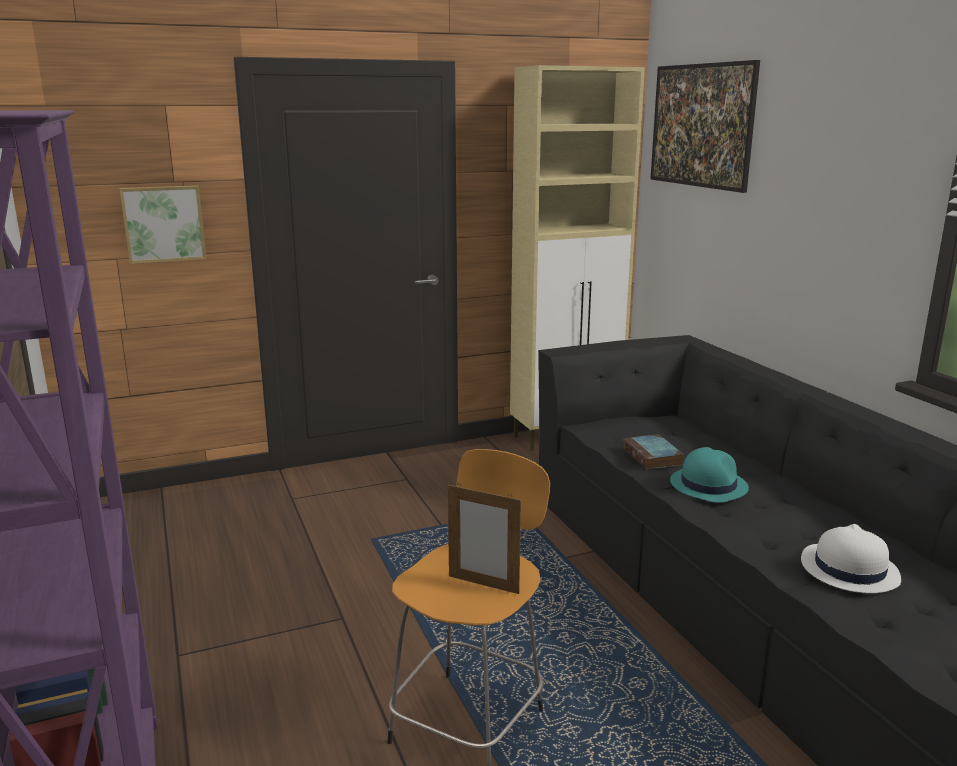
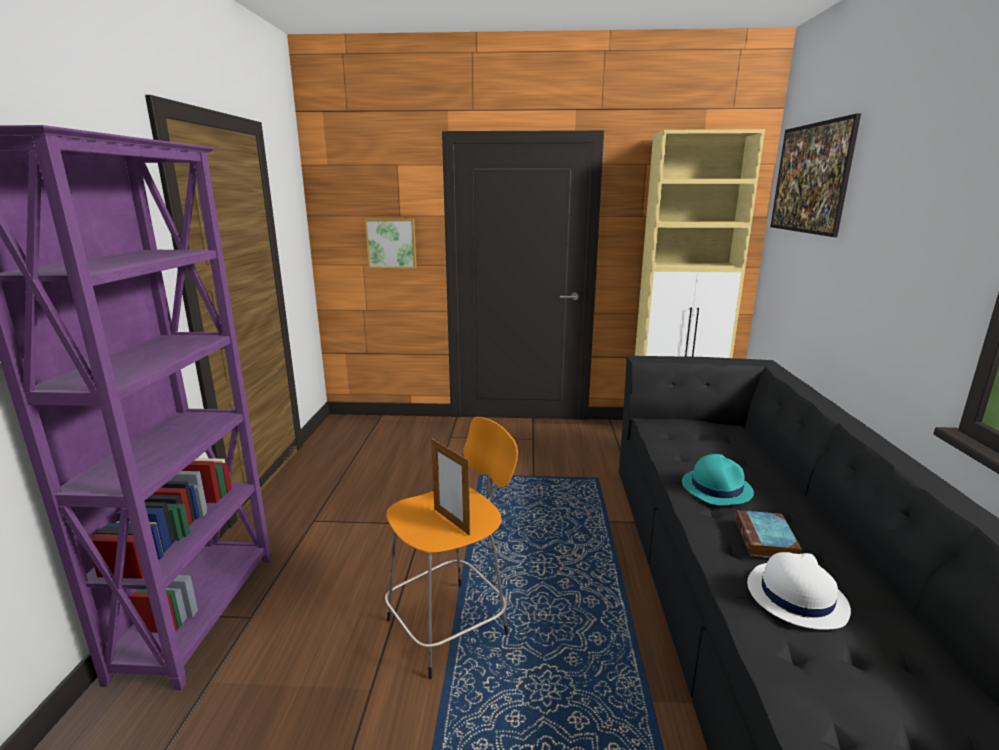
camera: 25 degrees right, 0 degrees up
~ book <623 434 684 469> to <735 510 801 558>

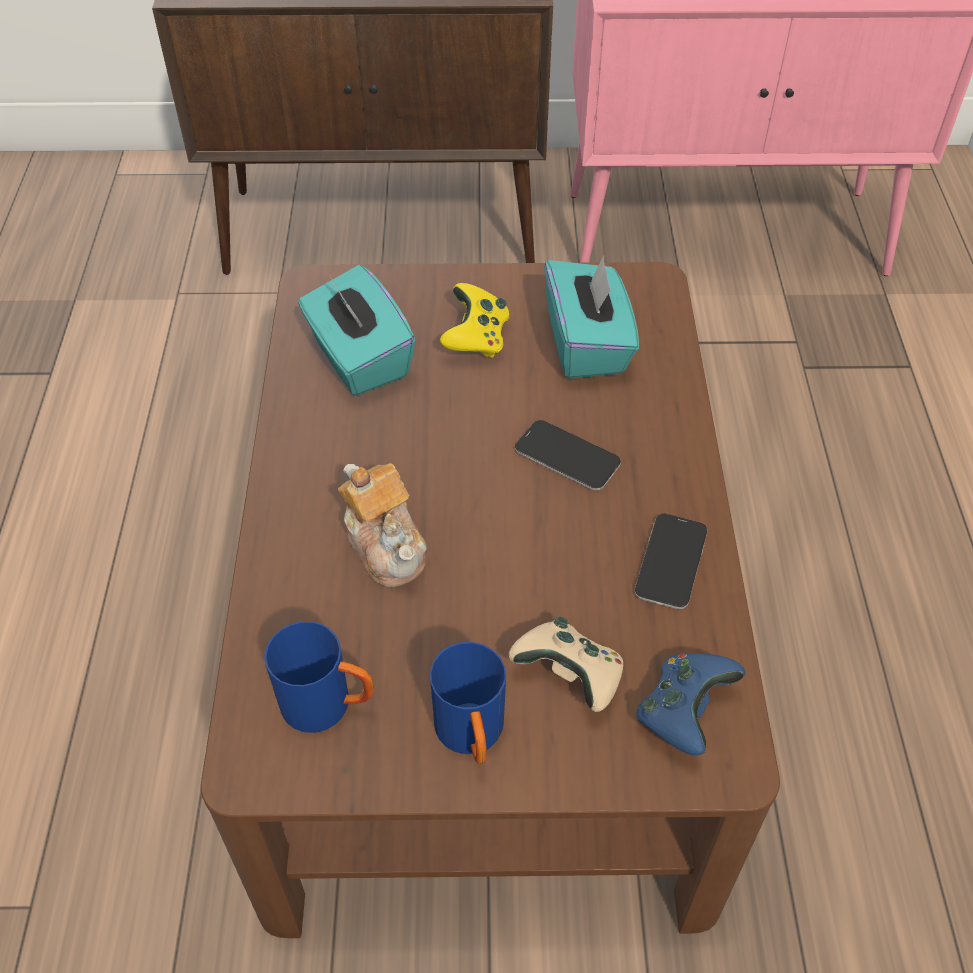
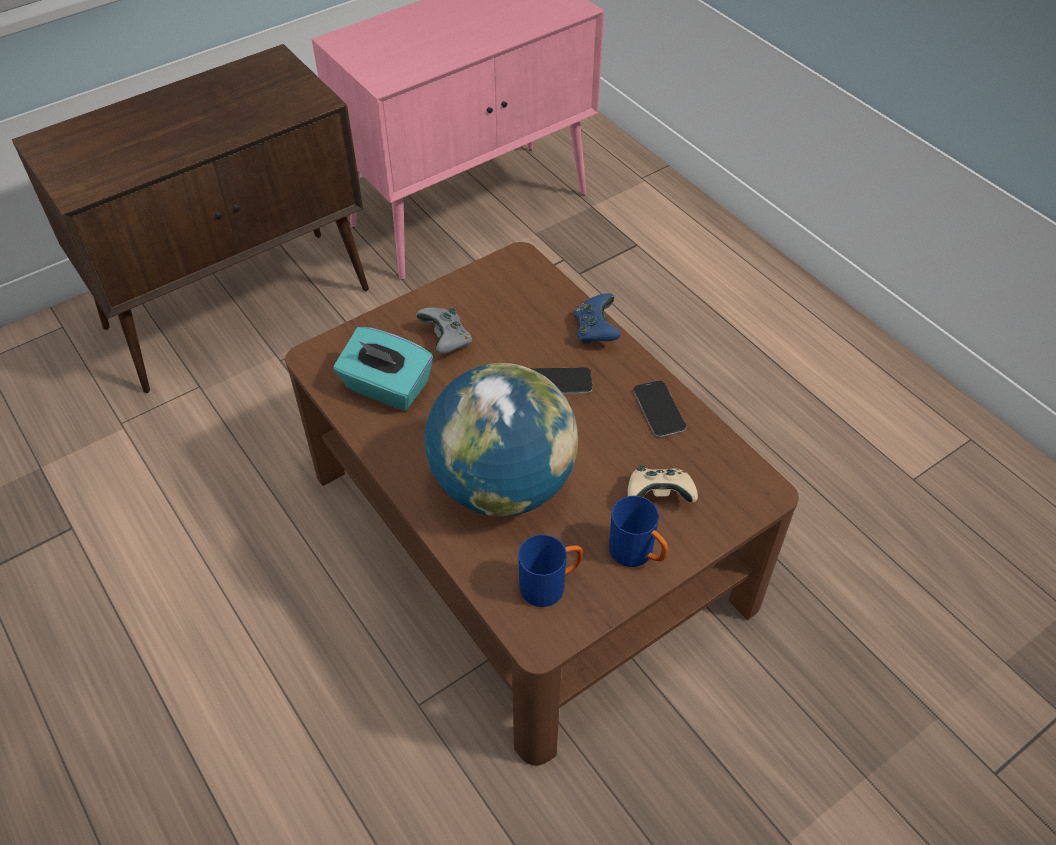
camera: 35 degrees left, 0 degrees up
- tissue box in turquoise <544 256 639 379>
~ joypad in yellowish <440 283 509 358> to joypad in greyish <416 308 472 354>
~ teapot <338 463 427 587> to desk globe <425 363 578 517>
~ joypad in blue <637 653 746 755> to <574 293 621 344>

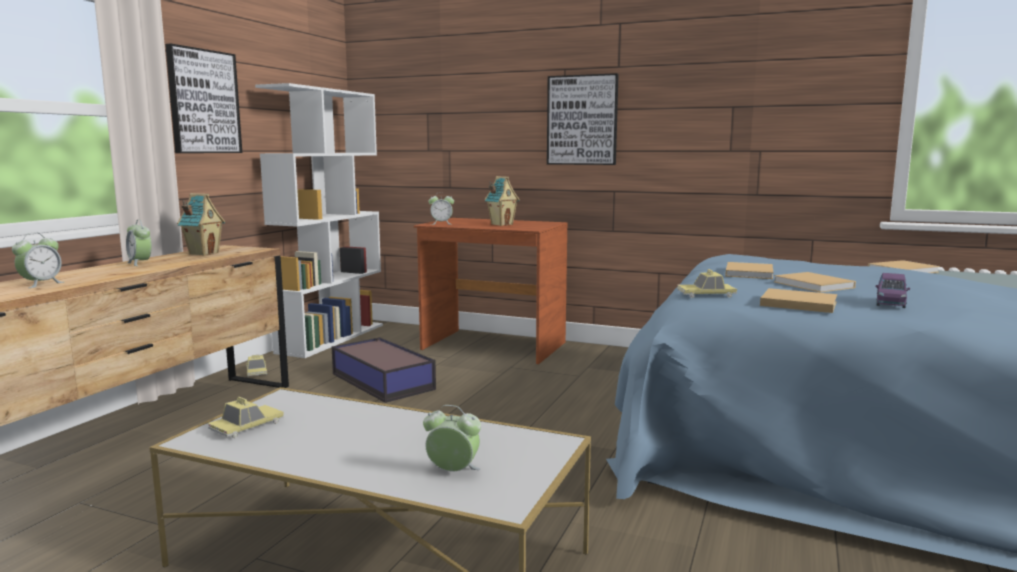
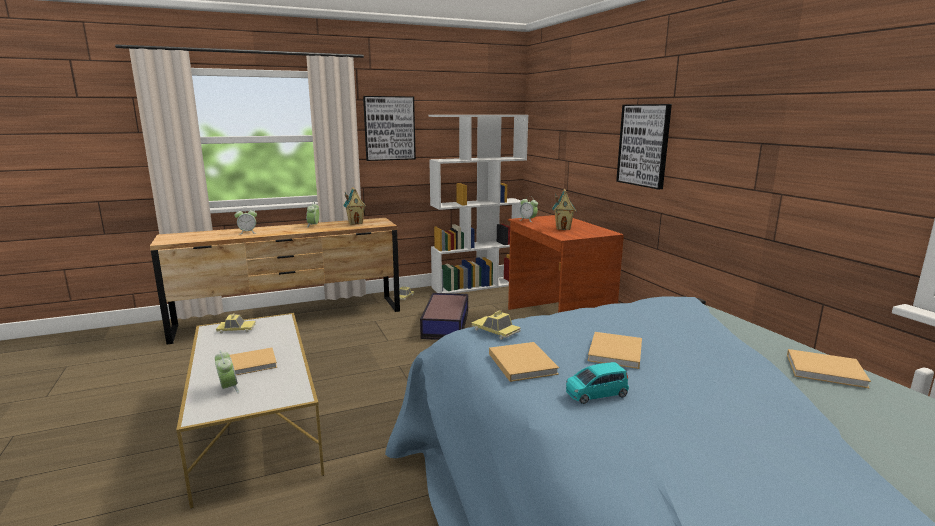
camera: 45 degrees right, 5 degrees up
~ book in beige-coloured <725 262 774 279> to <230 348 277 375>
~ toy car in purple-coloured <876 273 910 308> to toy car in turquoise <566 362 629 404>

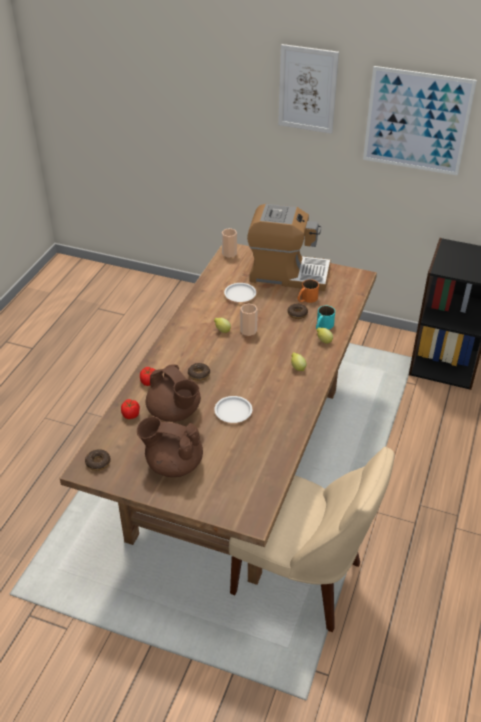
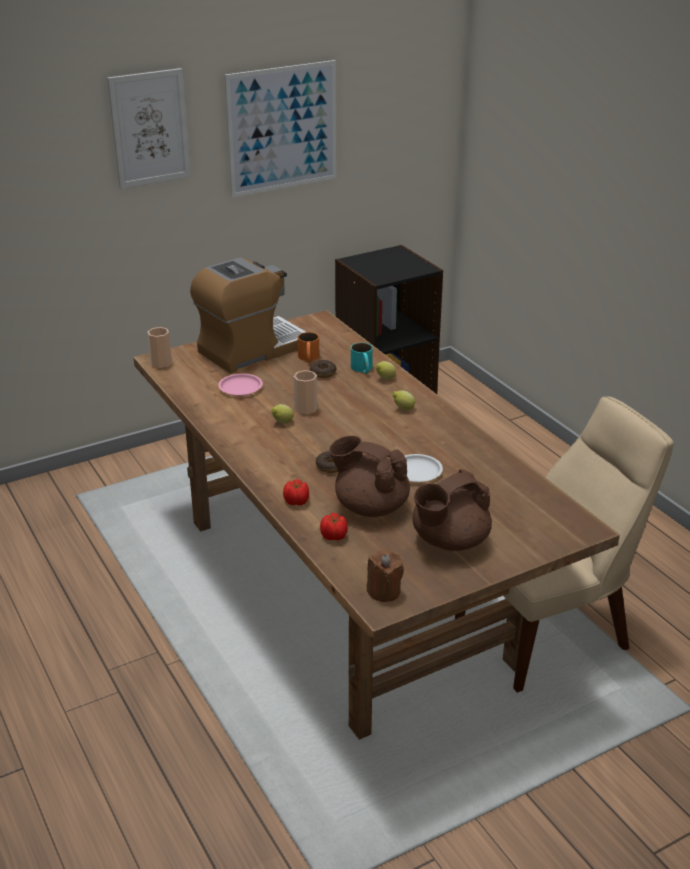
camera: 50 degrees left, 10 degrees down
~ dinner plate in white <224 283 256 302> to dinner plate in pink <218 374 263 396>
~ teapot in brown <146 364 201 422> = <329 436 410 517> 150 degrees counterclockwise
~ donut <85 449 111 471> to wax light in brown <367 550 404 602>

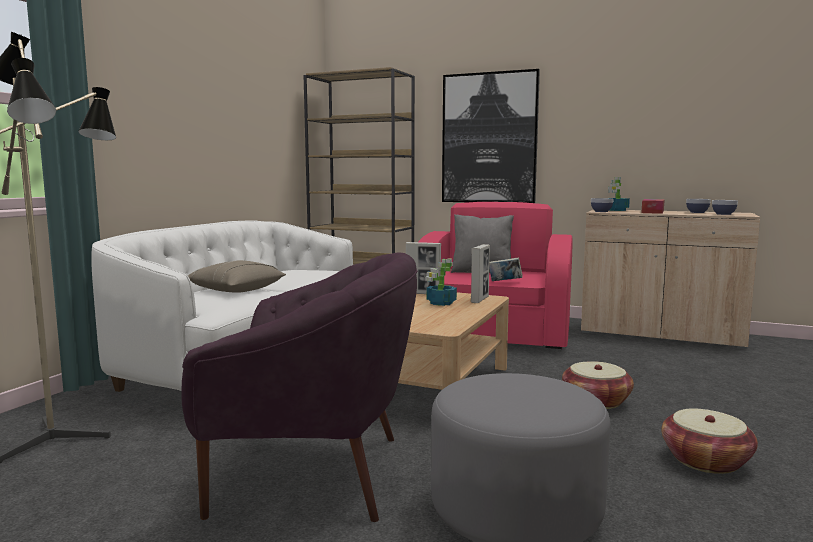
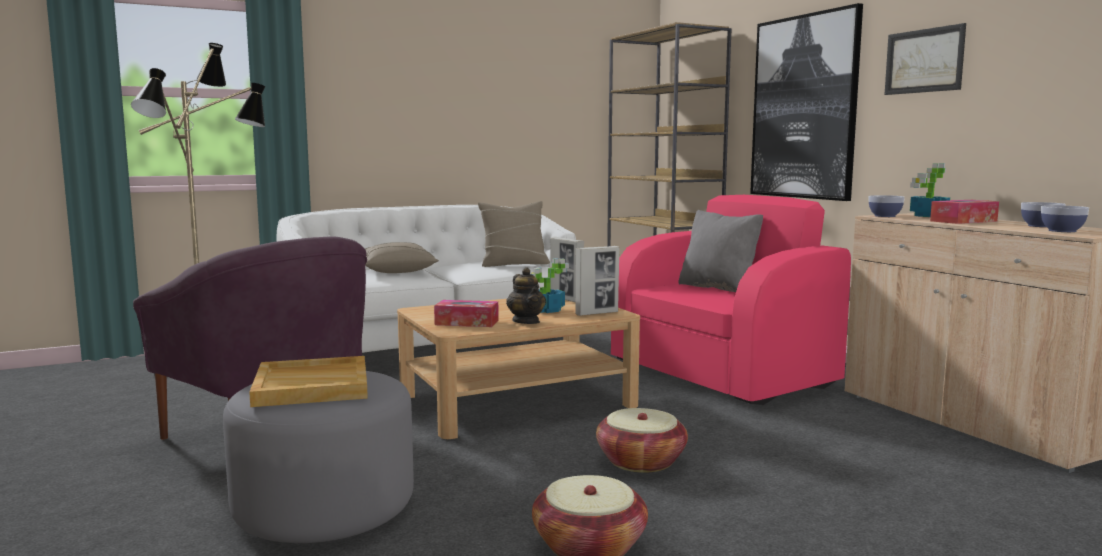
camera: 40 degrees right, 0 degrees up
- book <489 257 523 281>
+ wall art <884 23 966 95>
+ pillow in beige-coloured <478 201 550 267>
+ teapot <506 267 546 324>
+ tissue box <434 300 499 327>
+ tray in beige-coloured <249 356 368 407>

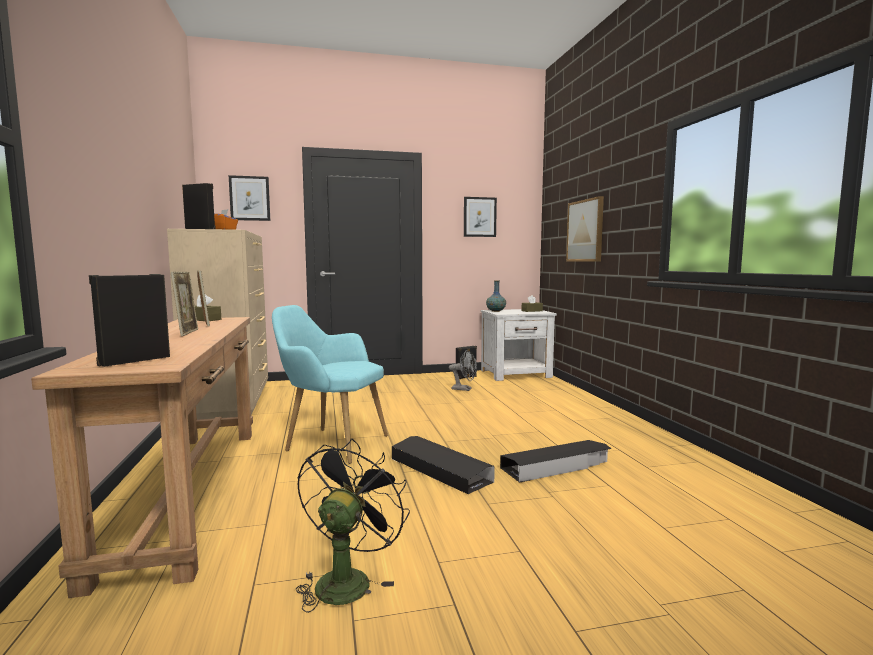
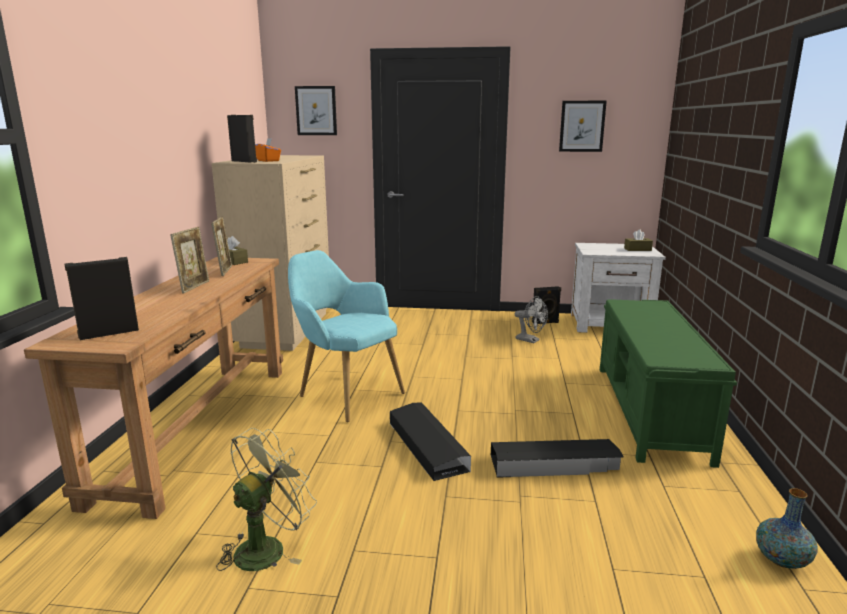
camera: 20 degrees right, 10 degrees up
- wall art <566 196 604 262>
~ vase <486 280 506 312> to <756 488 818 569>
~ cooling fan in blackish <296 439 410 613> to cooling fan in greenish <216 428 317 571>
+ indoor bench in greenish <600 299 737 468>

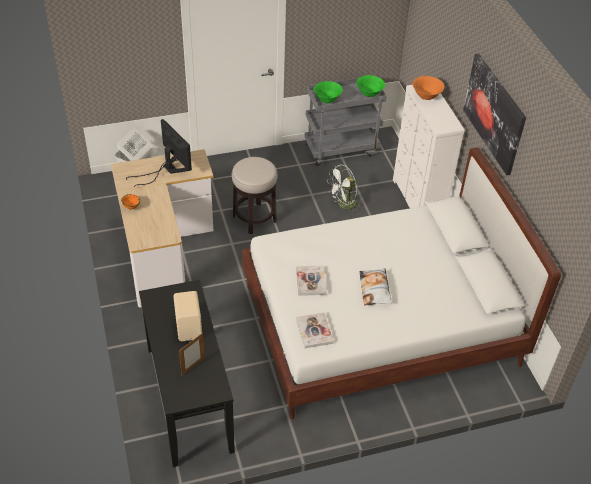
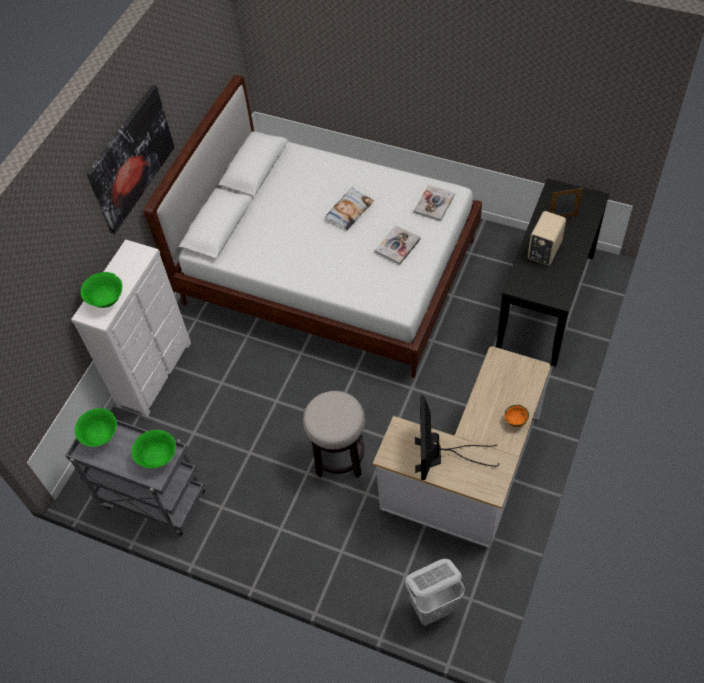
camera: 135 degrees left, 10 degrees up
~ deep dish in orange <413 76 444 100> to deep dish in greenish <81 272 122 308>
- cooling fan in white <327 164 362 213>

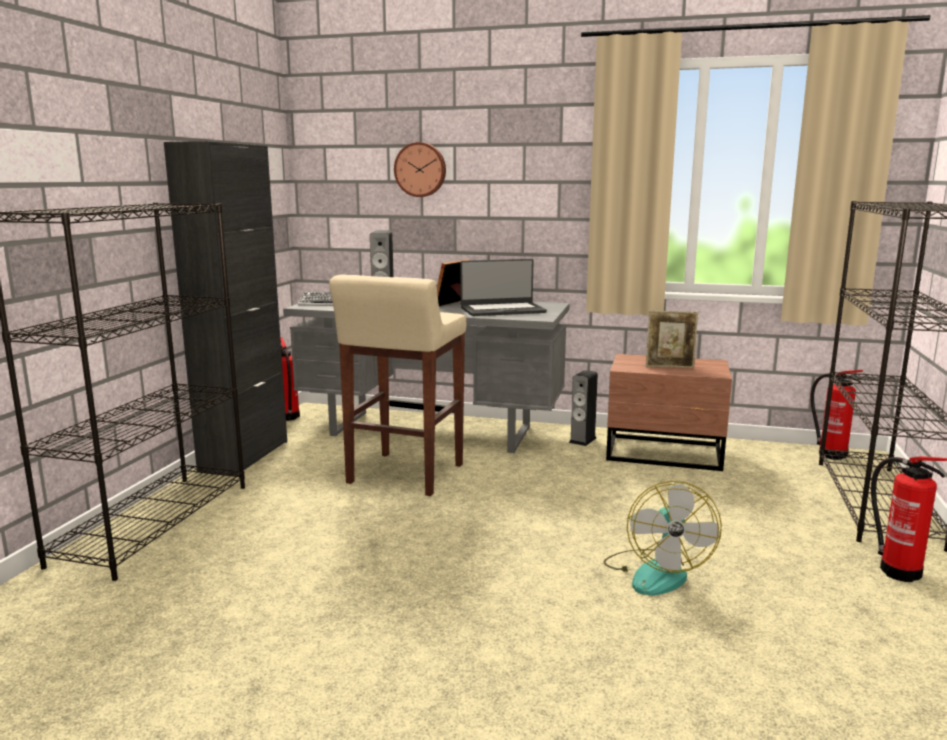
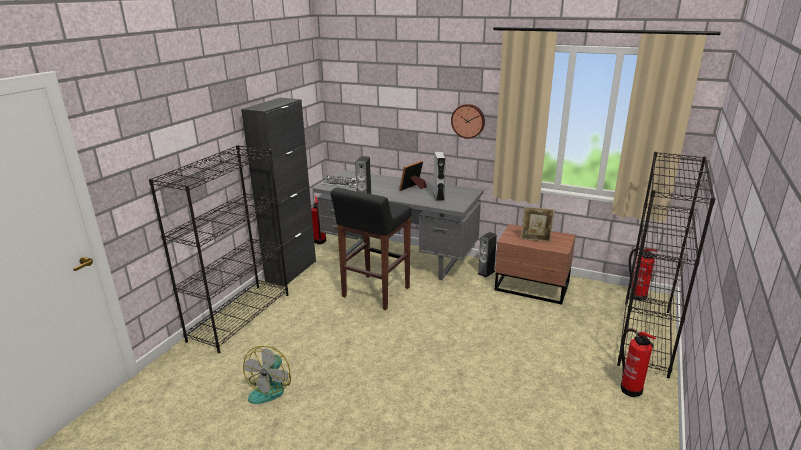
camera: 10 degrees right, 10 degrees up
~ hanging clock <394 142 446 197> to <451 104 485 139>
~ portable computer <460 259 547 316> to loudspeaker in greyish <433 152 445 201>
~ stool seat in beige-coloured <329 275 466 496> to stool seat in blackish <331 188 412 310>
~ cooling fan <604 481 722 595> to <243 346 291 404>

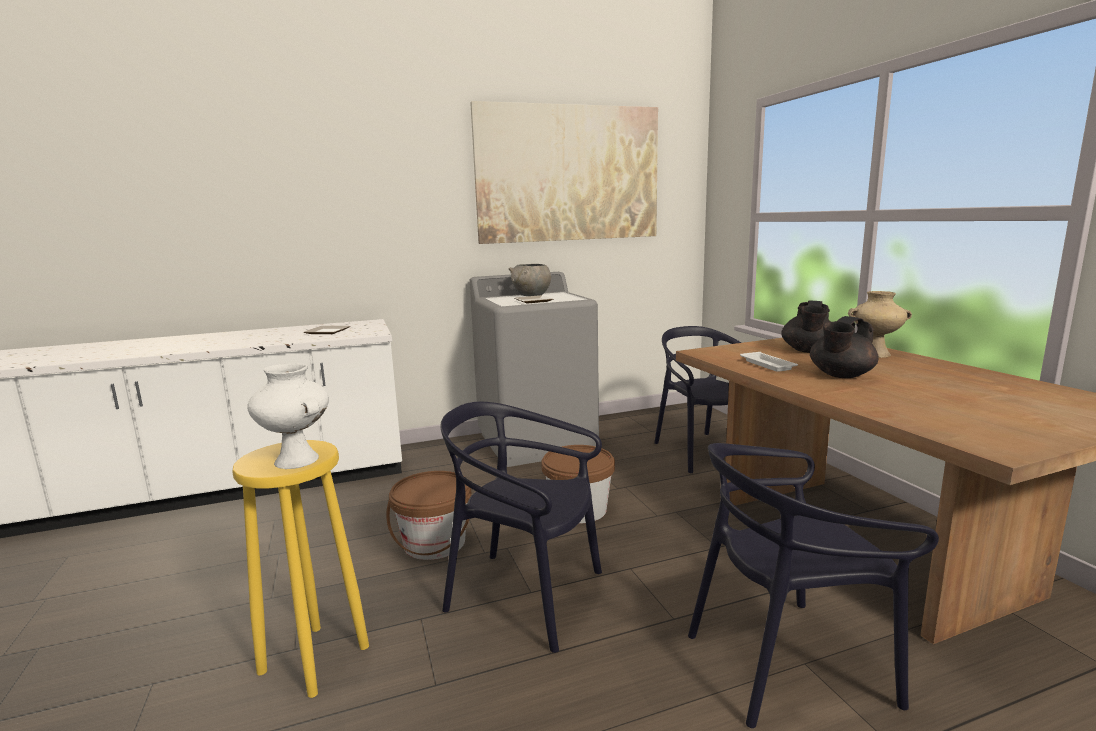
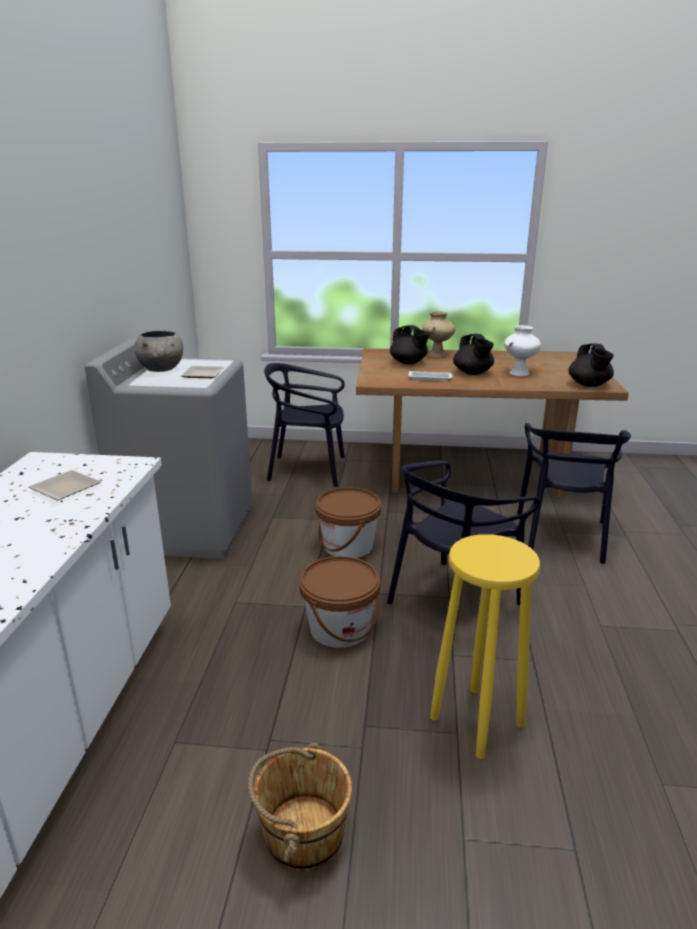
camera: 65 degrees left, 10 degrees up
- wall art <470 101 658 244>
~ vase in white <247 363 329 469> to <504 325 541 376>
+ teapot in blackish <568 344 614 387>
+ pail in brown <248 743 352 872>

